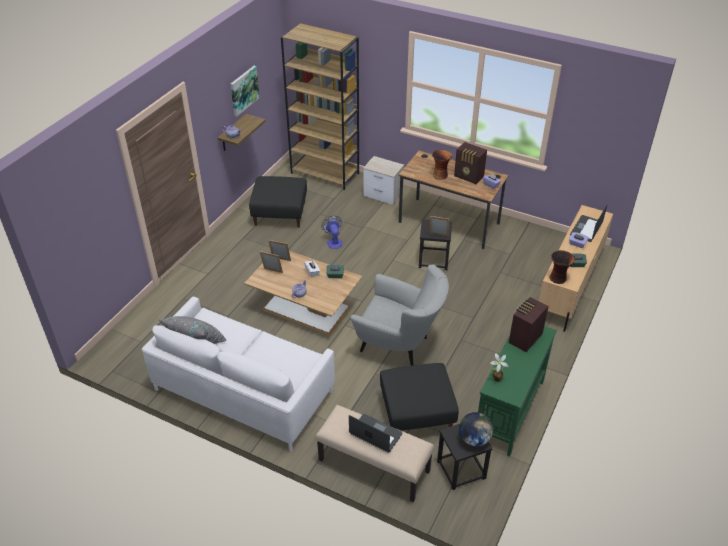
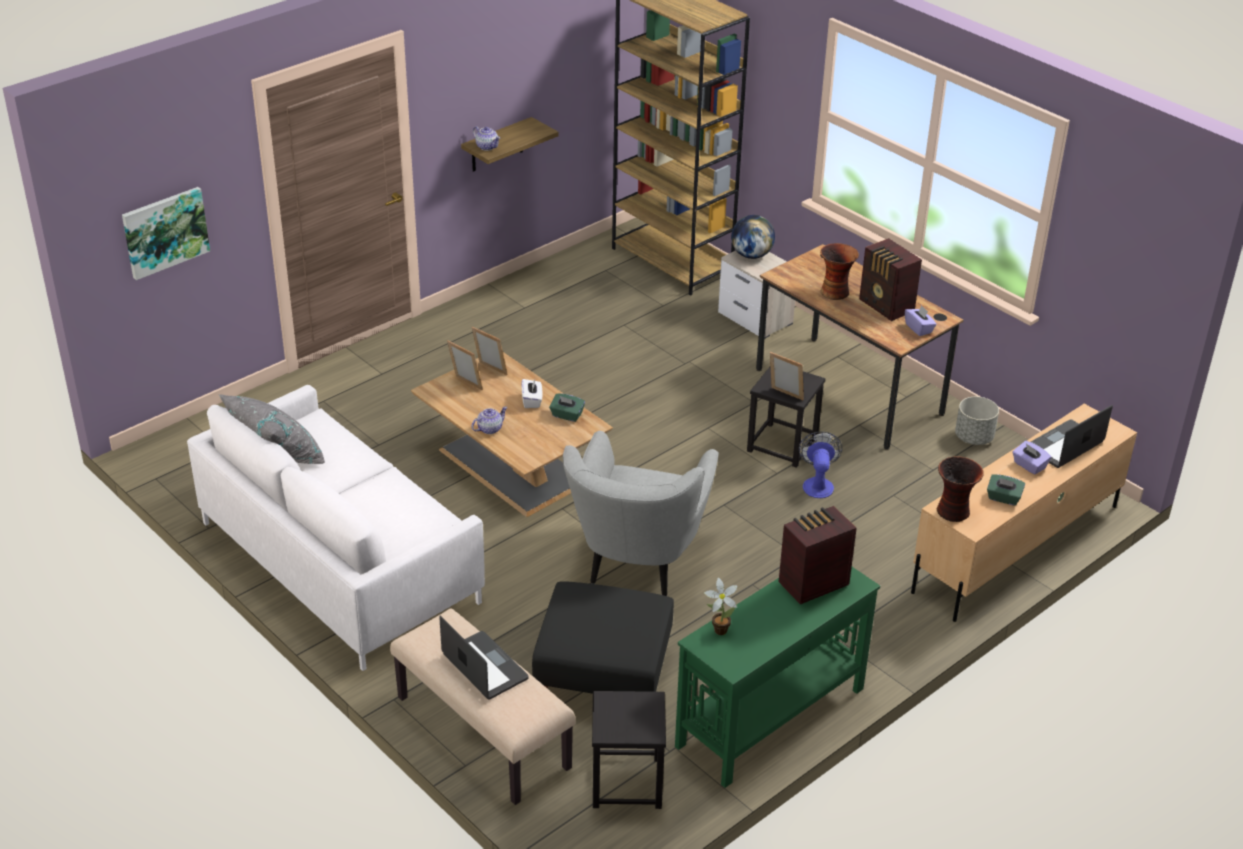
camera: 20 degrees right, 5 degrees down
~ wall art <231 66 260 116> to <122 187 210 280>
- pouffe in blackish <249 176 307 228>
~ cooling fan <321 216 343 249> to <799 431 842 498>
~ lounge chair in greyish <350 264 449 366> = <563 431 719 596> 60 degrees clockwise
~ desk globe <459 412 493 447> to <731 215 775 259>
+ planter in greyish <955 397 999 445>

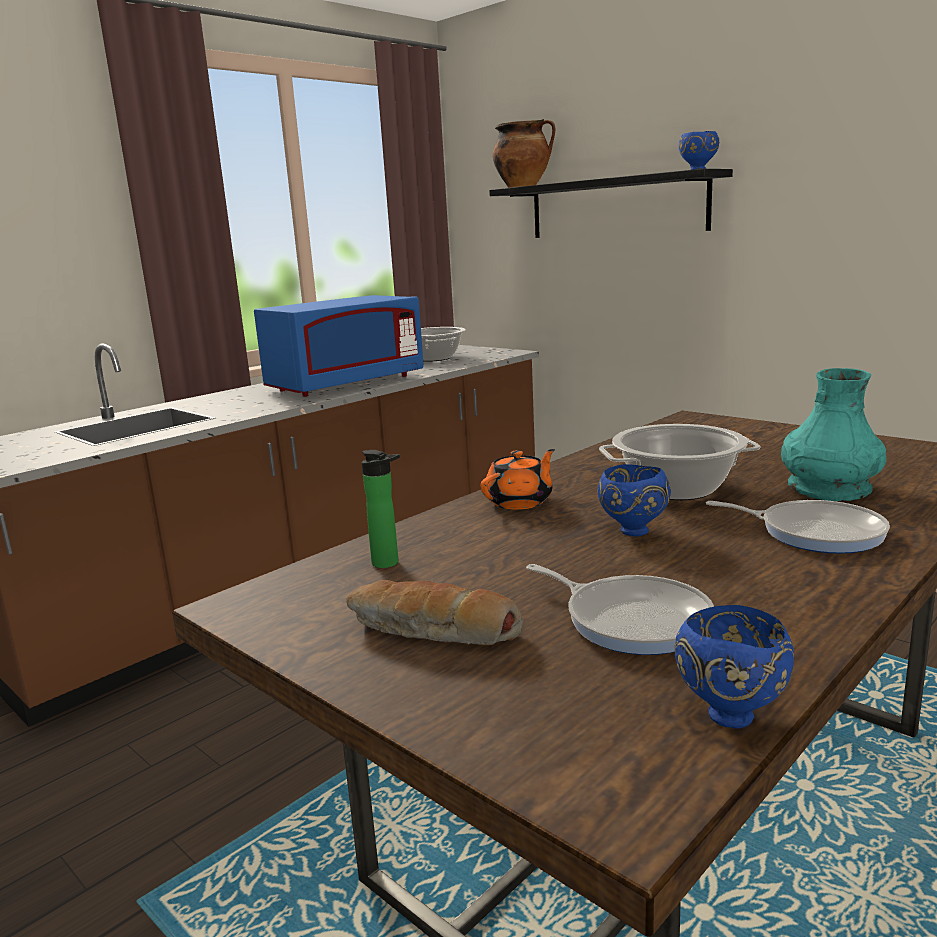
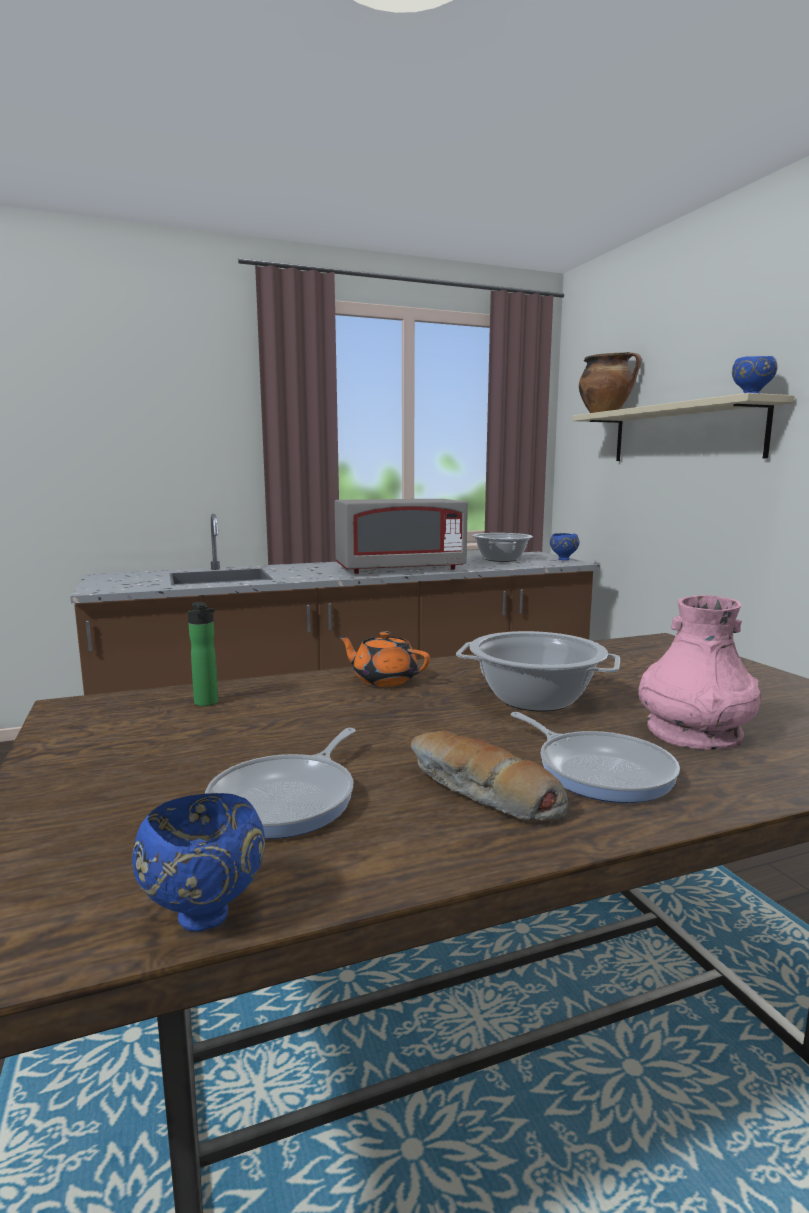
camera: 25 degrees right, 5 degrees down
~ bracket shelf in blackish <489 169 733 238> to bracket shelf in beige-coloured <572 393 794 461>
~ microwave in blue <254 295 424 397> to microwave in greyish <334 499 468 574>
~ vase in turquoise <781 368 887 501> to vase in pink <638 595 761 750>
~ teapot in orange <481 449 555 510> = <338 631 430 687> 135 degrees counterclockwise
~ deep dish in blue <597 464 671 537> to <550 533 579 560>
~ skillet <526 564 714 655> = <205 728 356 839> 45 degrees clockwise
~ bakery bread <346 580 523 645> to <411 731 568 822>

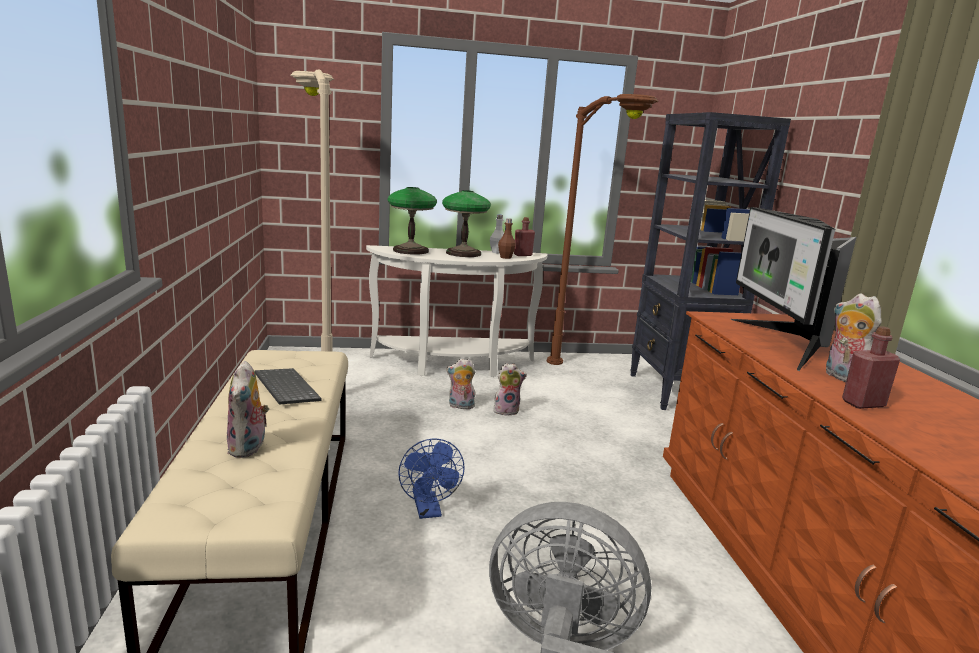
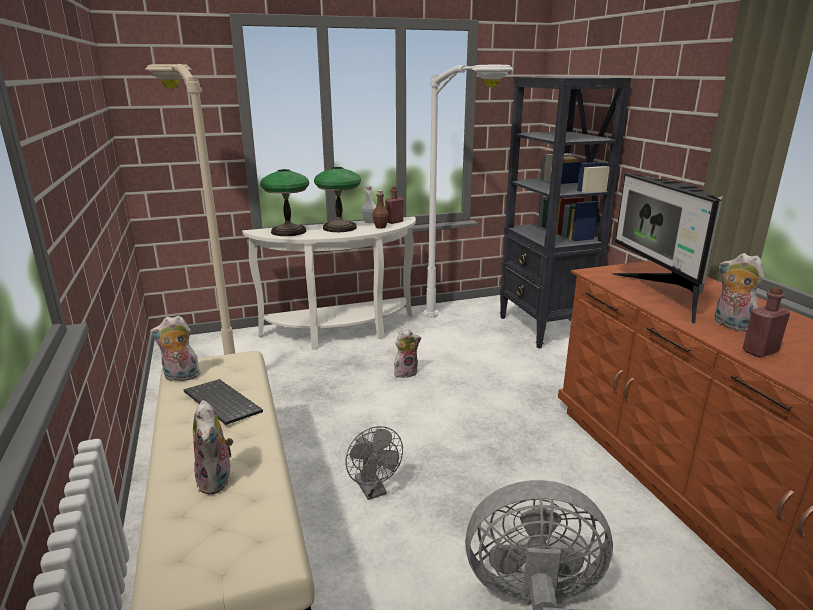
camera: 10 degrees left, 5 degrees up
~ standard lamp in brown <547 94 659 365> to standard lamp in white <423 65 513 318>
~ cuddly toy <446 359 476 409> to <150 315 202 381>
~ cooling fan in blue <398 438 465 519> to cooling fan in greyish <345 426 403 500>

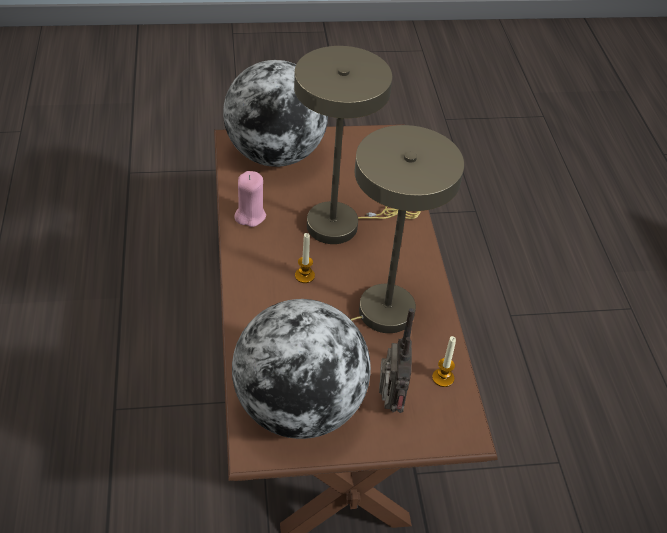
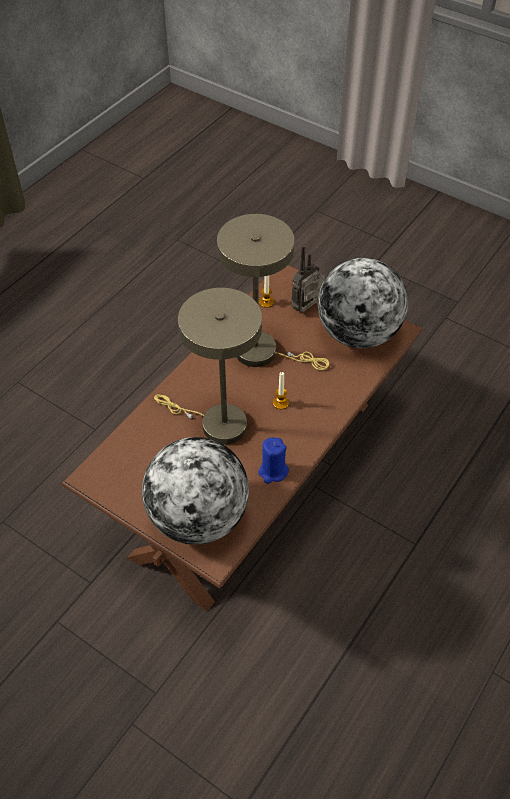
camera: 135 degrees left, 5 degrees up
~ wax light in pink <234 171 266 227> to wax light in blue <258 437 289 484>

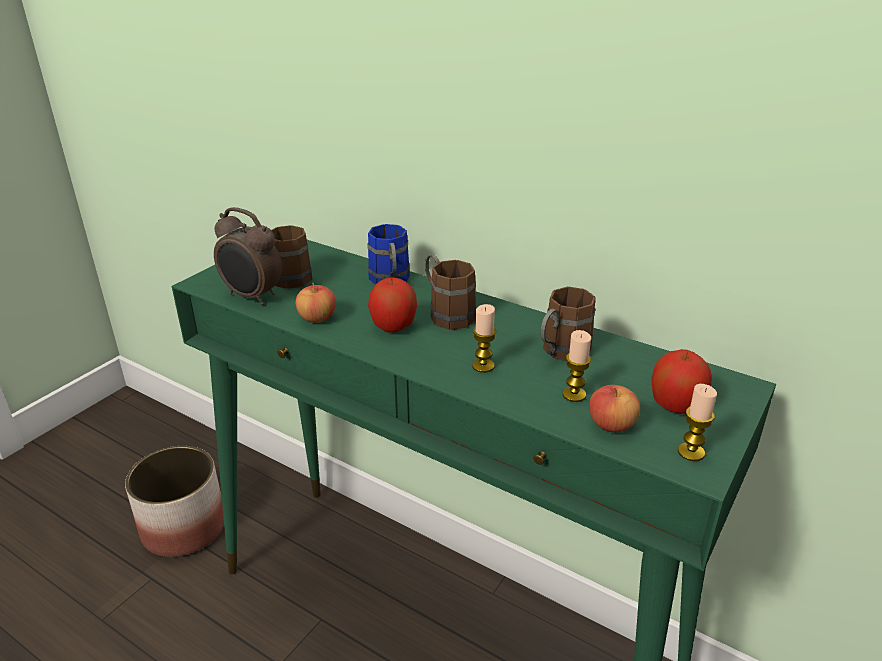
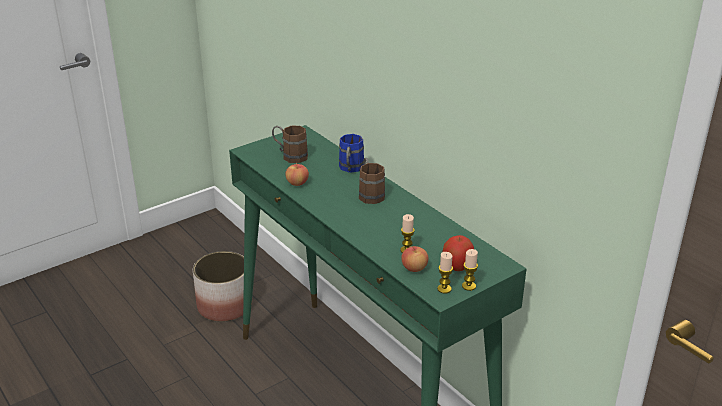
camera: 20 degrees right, 0 degrees up
- bedside clock <214 207 283 305>
- apple <368 278 417 333>
- mug in brown <541 287 596 361>
~ wax light <472 304 496 373> to <462 249 478 291>

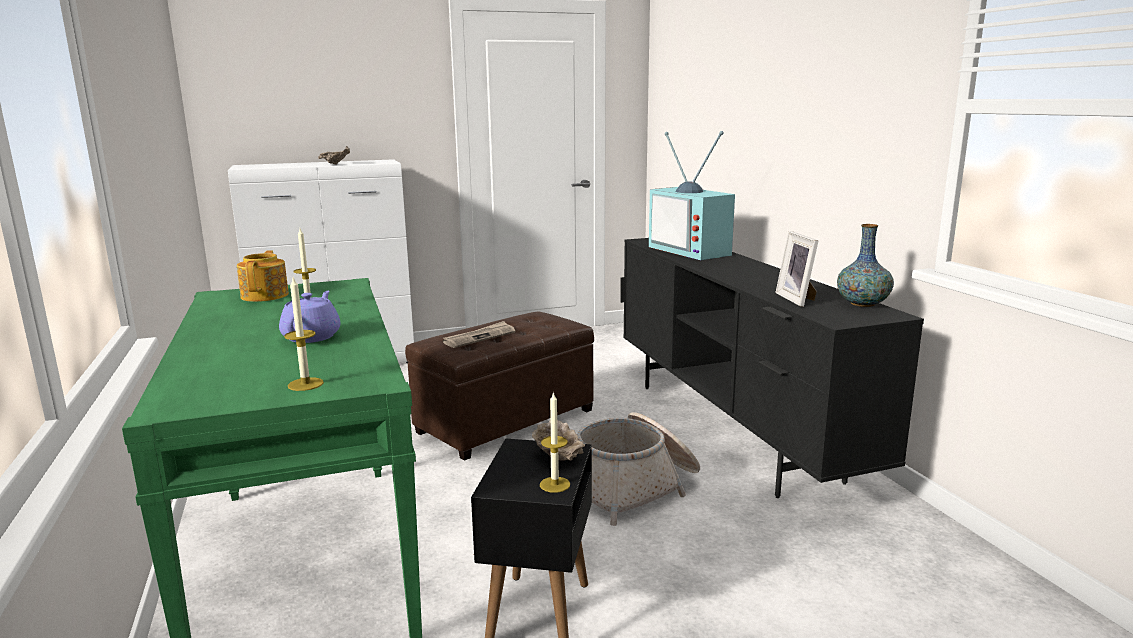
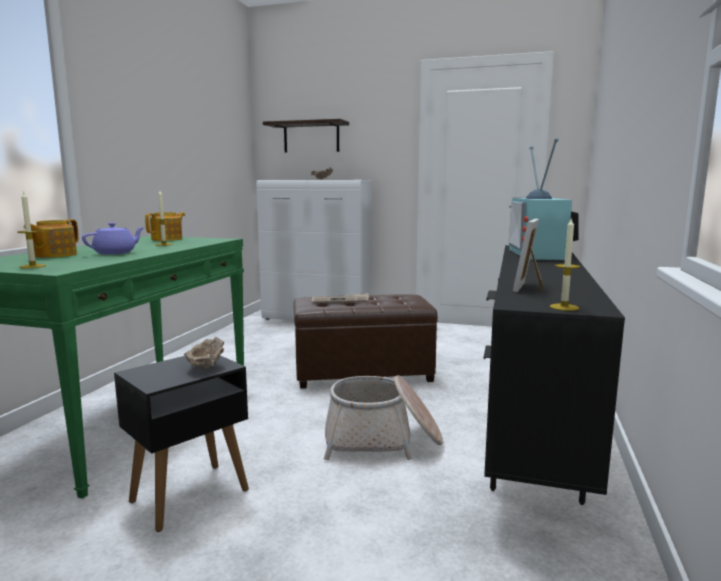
camera: 35 degrees right, 5 degrees down
- vase <837 224 894 307>
~ wax light <540 391 570 493> to <550 217 581 311>
+ bracket shelf <263 119 349 153>
+ teapot <24 219 79 258>

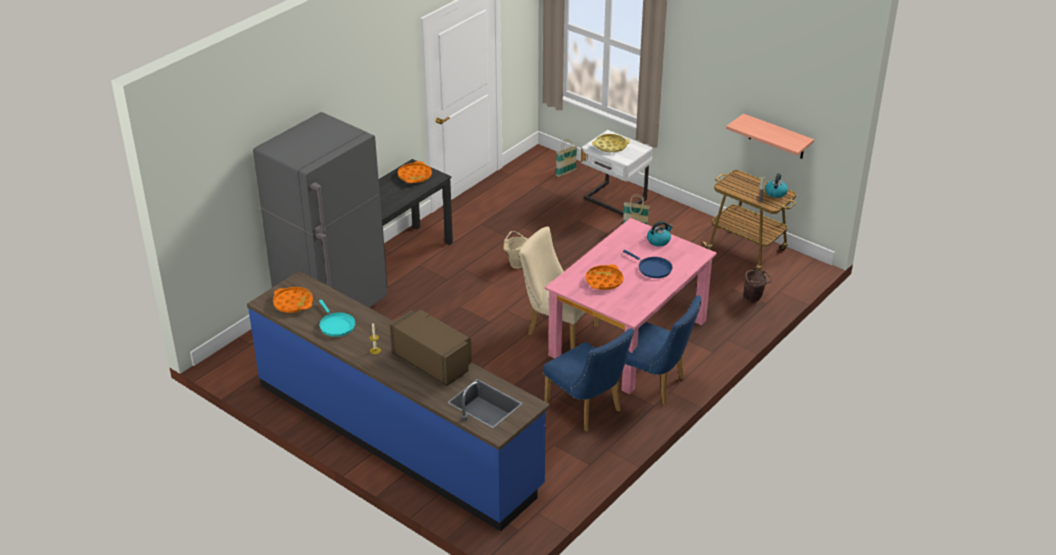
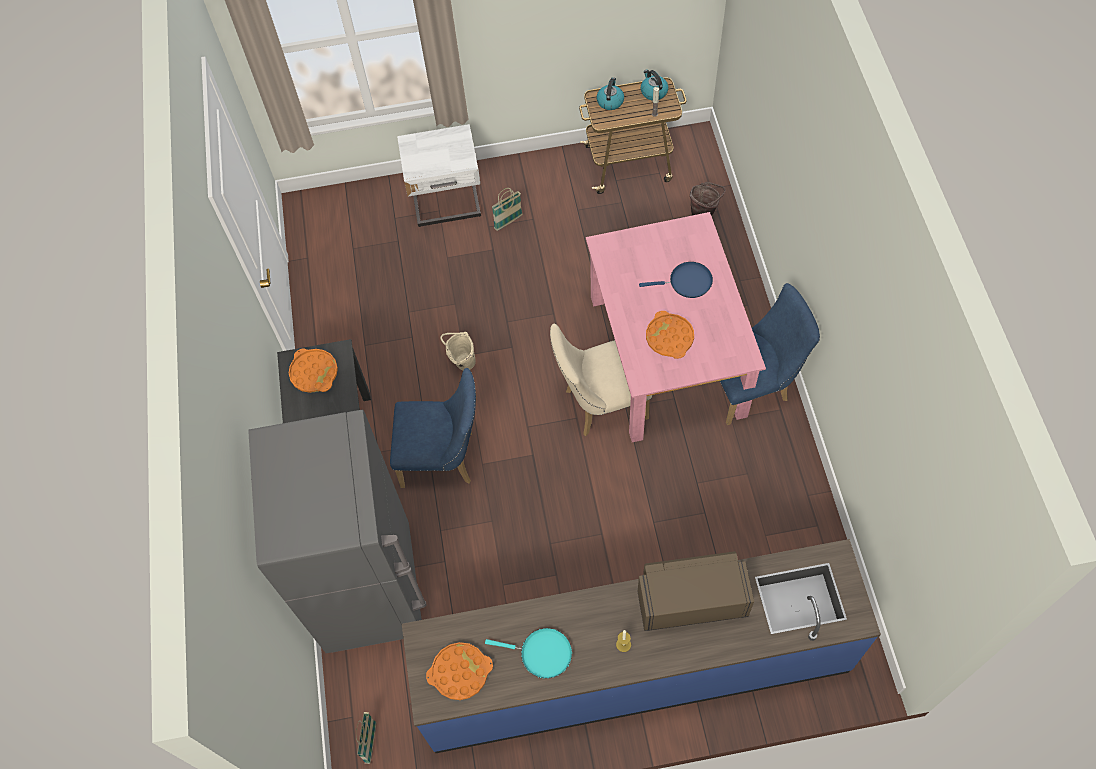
camera: 45 degrees left, 25 degrees up
- bracket shelf <726 113 814 159>
- tray in yellowish <592 134 630 152>
~ storage basket <555 139 577 177> to <356 712 376 764>
~ tea kettle <647 221 673 246> to <597 77 624 110>
~ plain chair in blue <543 328 634 432> to <390 368 476 488>

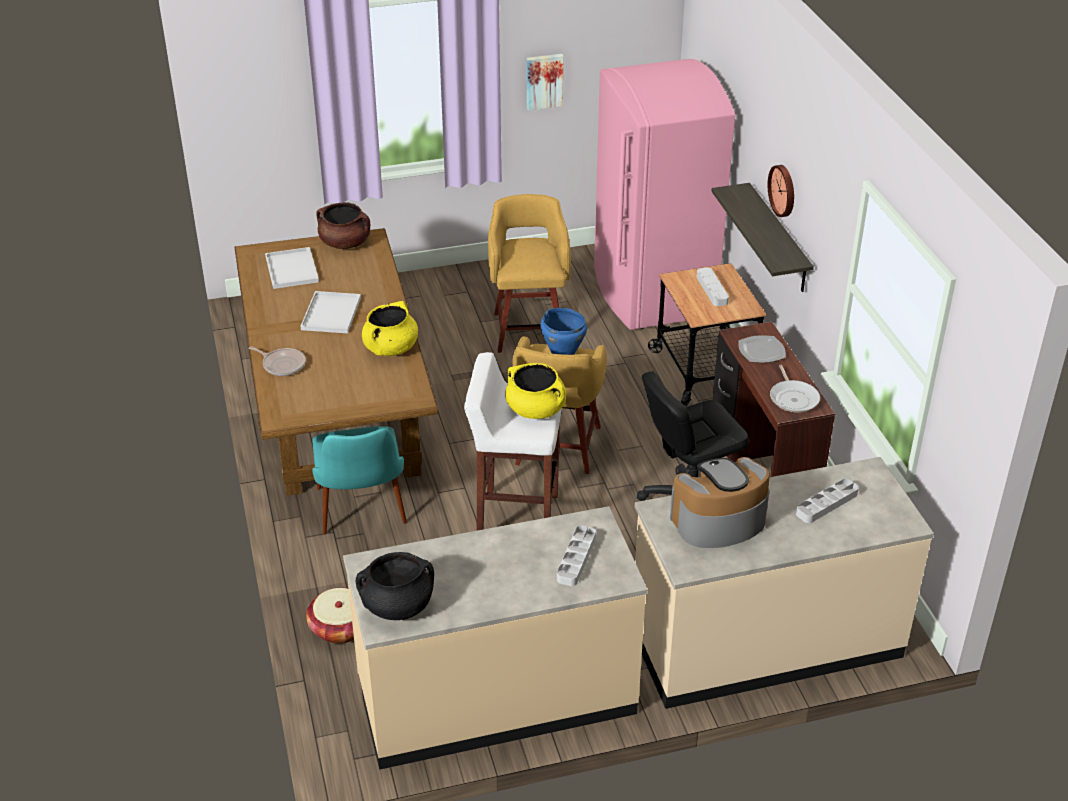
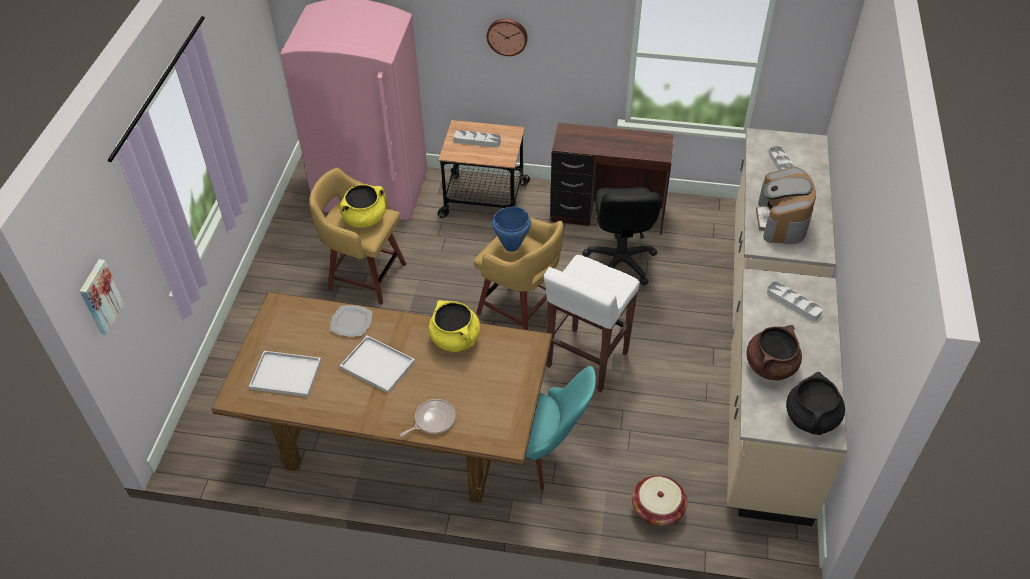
camera: 65 degrees left, 10 degrees up
~ wall art <527 54 563 111> to <80 259 124 335>
- bracket shelf <711 183 814 292>
~ cooking pot in brown <316 202 371 249> to <746 325 802 380>
~ dinner plate <739 336 786 363> to <330 305 372 337>
~ cooking pot in yellowish <505 363 566 419> to <340 184 386 228>
- skillet <770 365 820 413>

